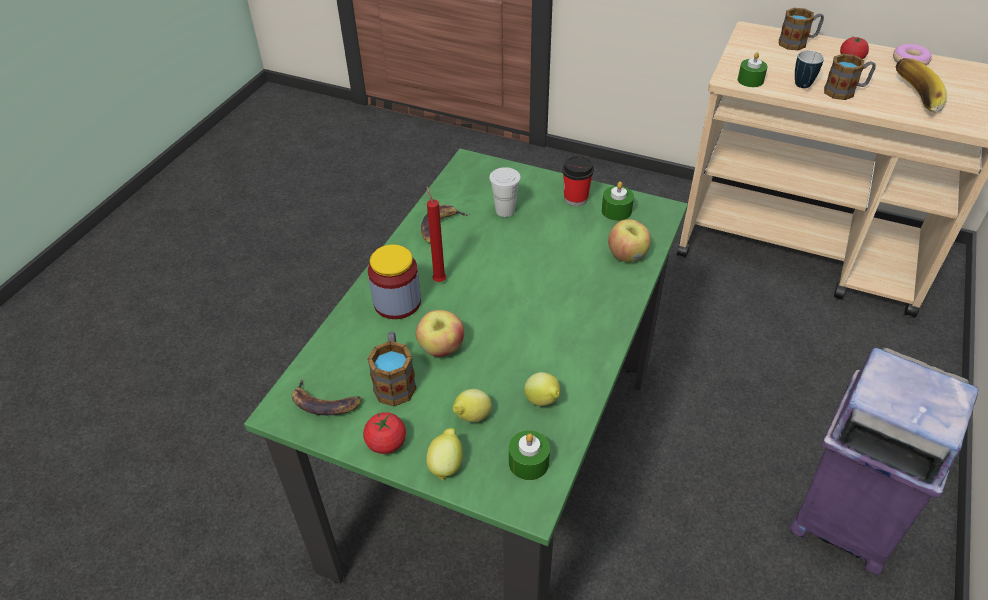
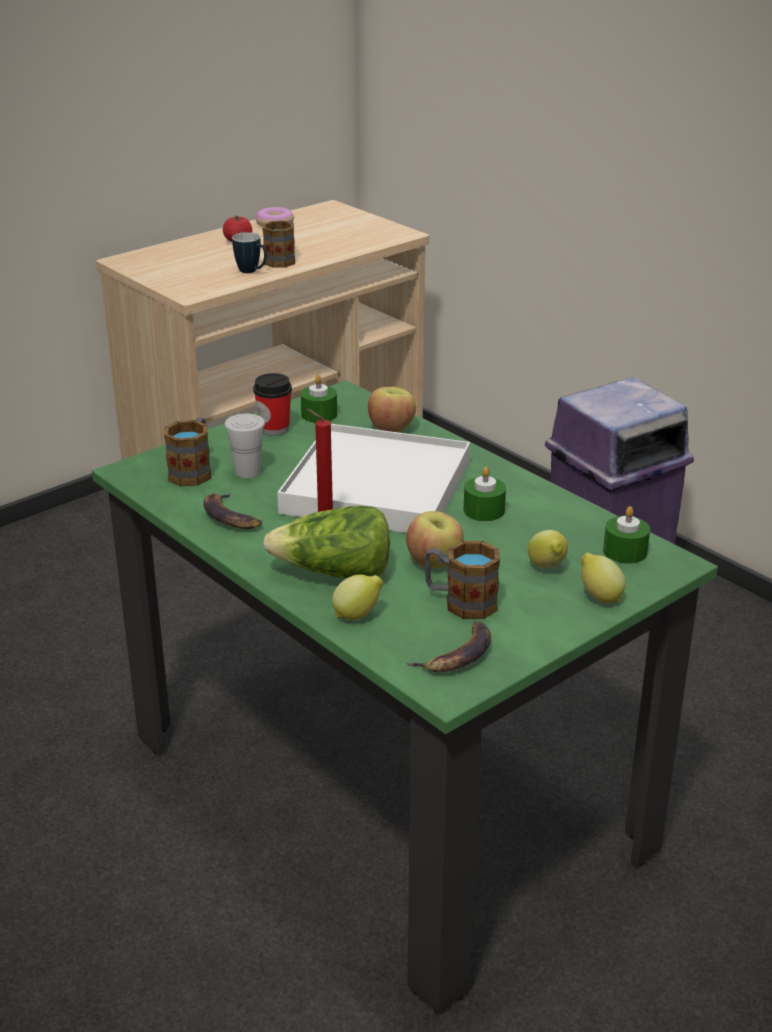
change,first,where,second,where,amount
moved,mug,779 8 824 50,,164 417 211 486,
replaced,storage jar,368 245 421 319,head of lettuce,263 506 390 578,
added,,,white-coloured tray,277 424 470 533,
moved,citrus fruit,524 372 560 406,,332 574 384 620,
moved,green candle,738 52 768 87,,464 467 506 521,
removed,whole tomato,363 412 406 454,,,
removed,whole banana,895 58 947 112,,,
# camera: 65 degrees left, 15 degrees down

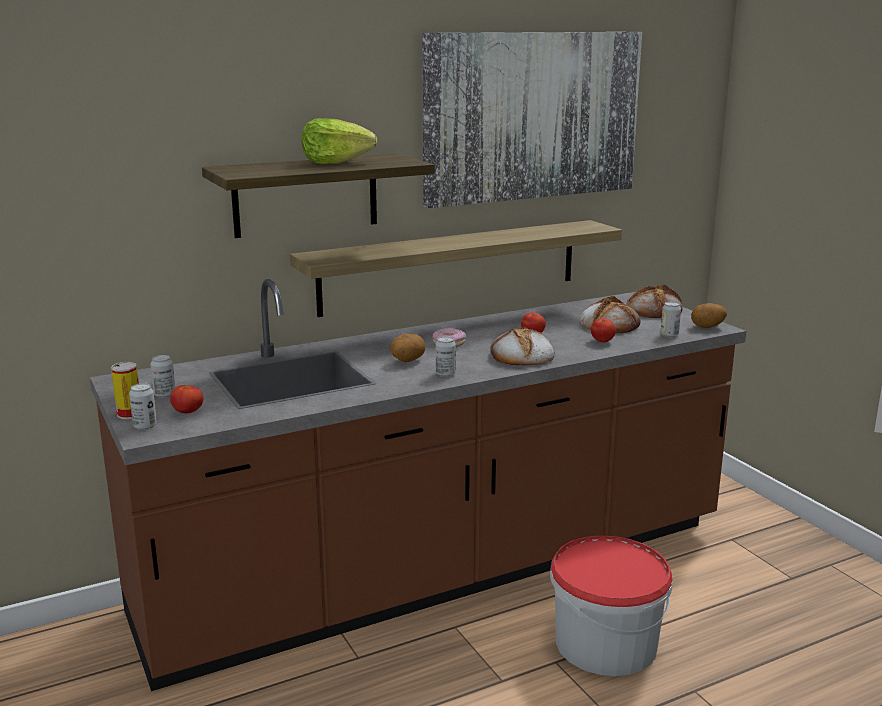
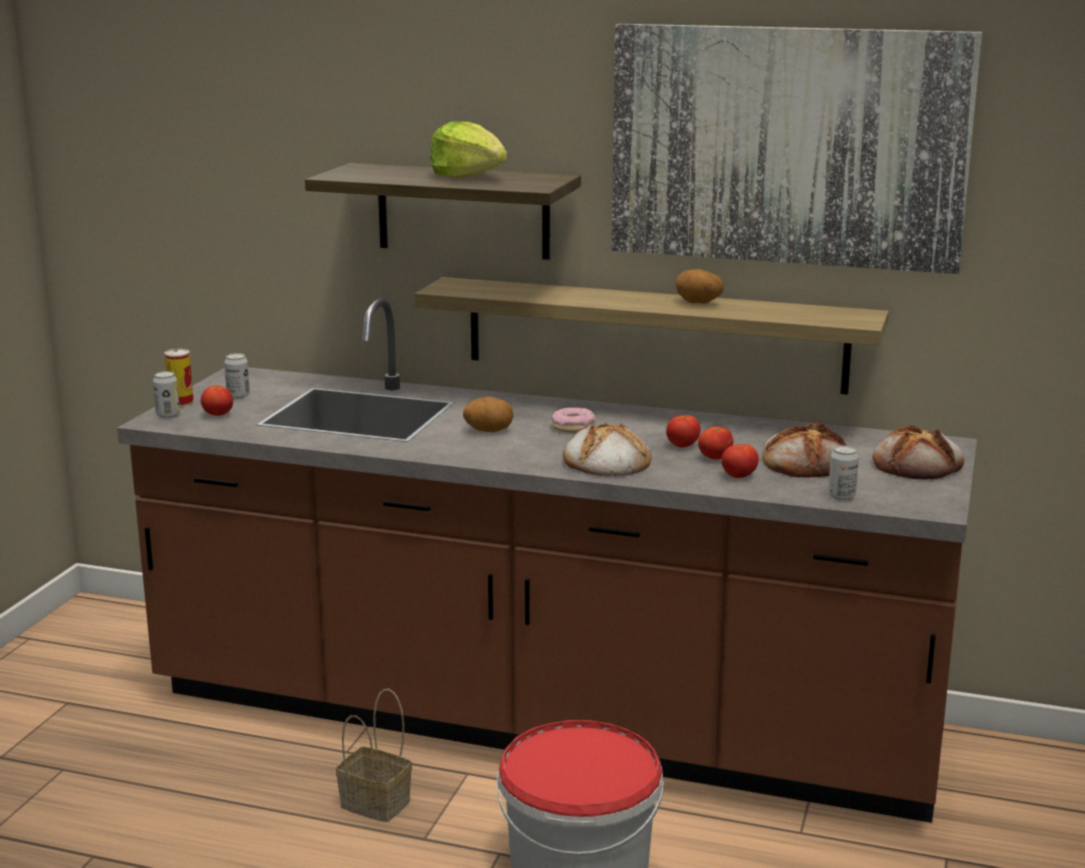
change,first,where,second,where,amount
added,,,household basket,336 689 412 822,
moved,spud,691 303 727 328,,676 269 724 304,
added,,,whole tomato,698 426 733 460,
removed,metal can,435 336 456 377,,,
# camera: 45 degrees right, 0 degrees up

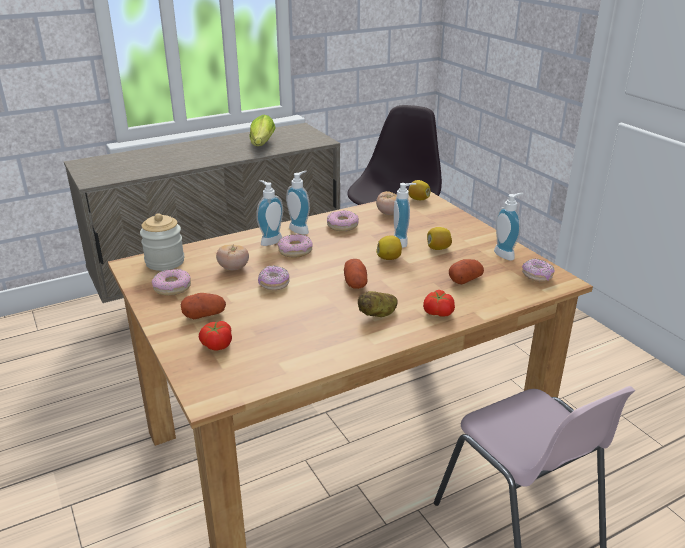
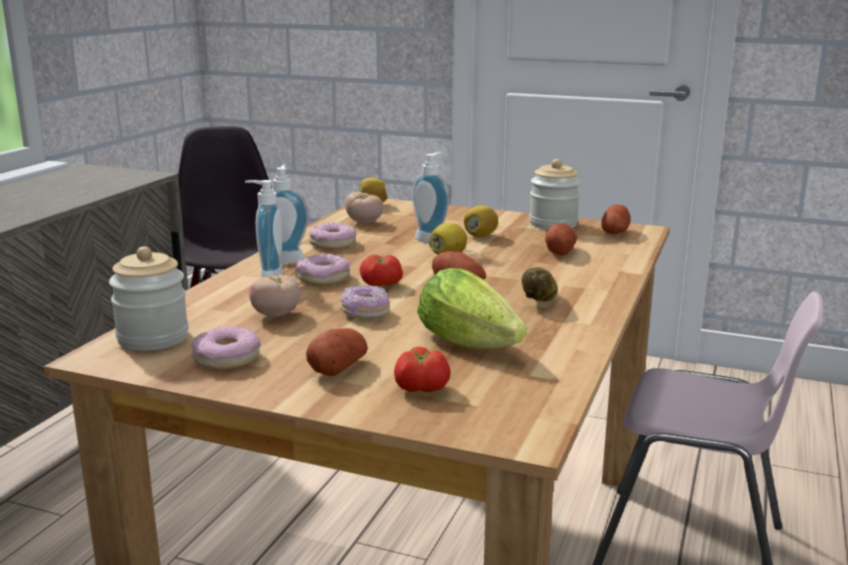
change,first,where,second,where,amount
moved,whole tomato,423 290 455 317,,360 255 403 287,
moved,head of lettuce,249 114 276 146,,417 268 527 350,
replaced,soap dispenser,494 193 523 260,storage jar,529 159 581 230,
replaced,ring doughnut,522 259 555 282,spud,601 205 631 234,
# camera: 40 degrees left, 10 degrees down

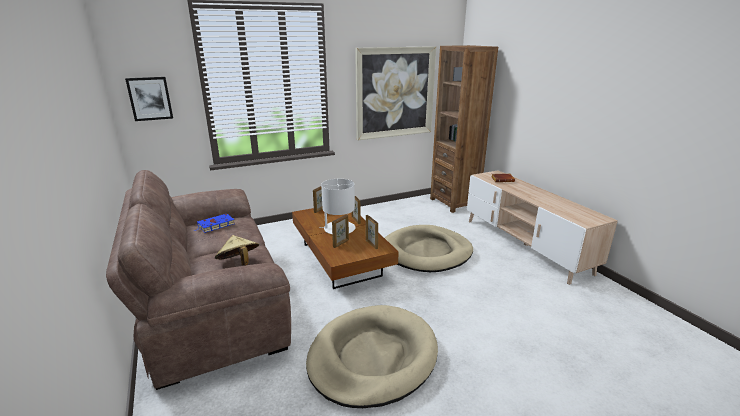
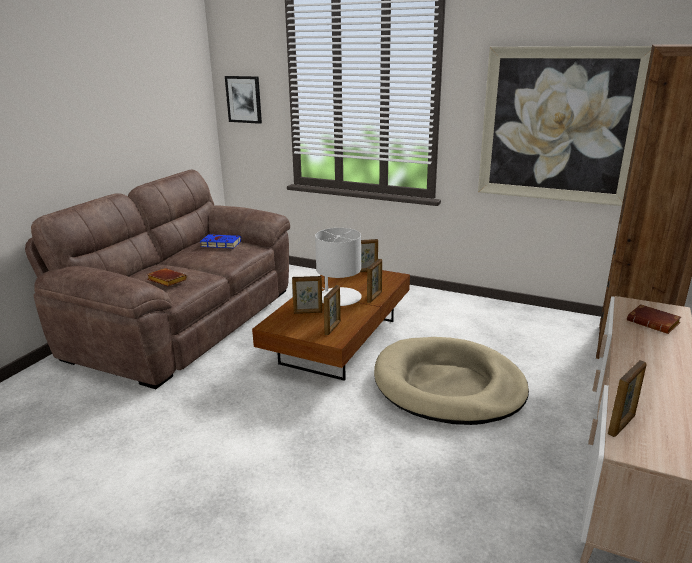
change,first,where,second,where,amount
replaced,beige-coloured wearable hat,215 235 259 266,brown bound book,147 268 187 286,
added,,,standing frame,608 360 646 437,
removed,beige-coloured dog bed,306 305 438 408,,,
# camera: 50 degrees right, 0 degrees up

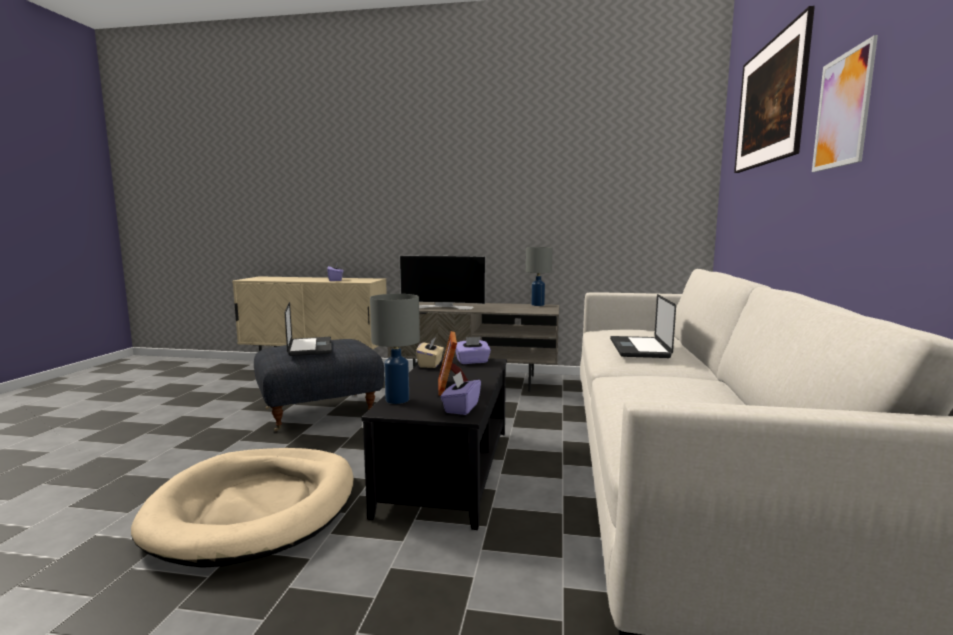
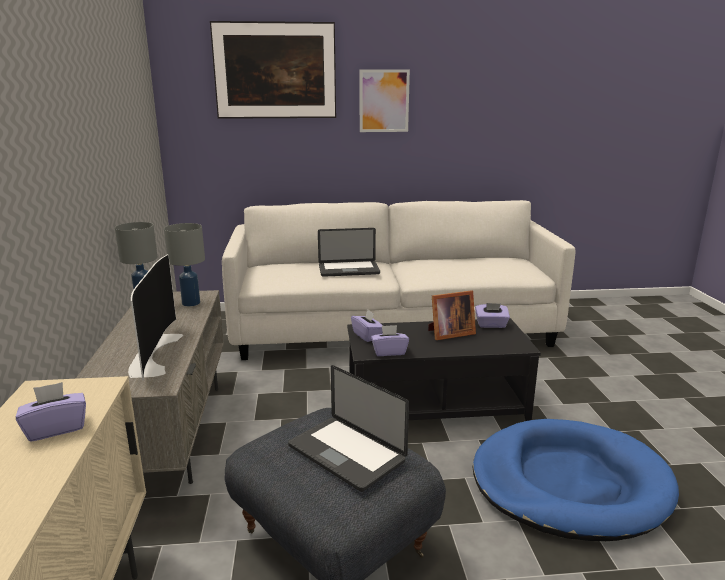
change,first,where,second,where,amount
moved,gray table lamp,370 294 420 404,,164 223 205 306,
turned,laptop,285 302 332 356,,288 365 409 492,105 degrees counterclockwise
recoloured,beige-coloured tissue holder,416 337 444 368,purplish tissue holder,371 325 409 356,
recoloured,beige-coloured dog bed,131 448 354 568,blue-coloured dog bed,473 419 679 541,
# camera: 105 degrees left, 10 degrees up

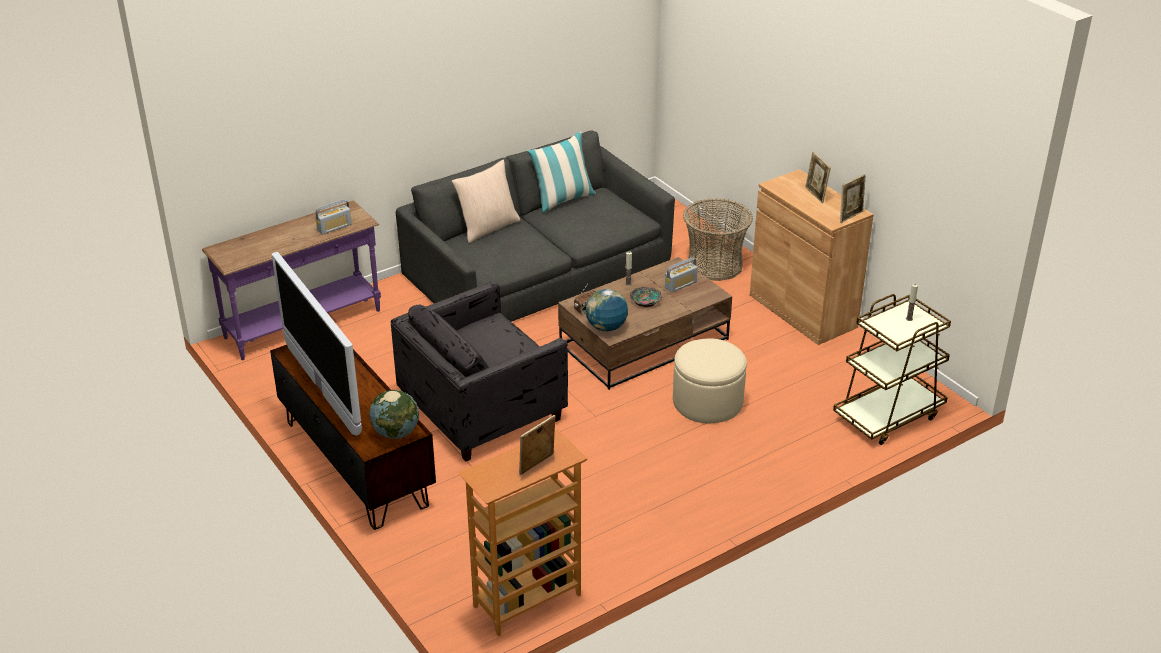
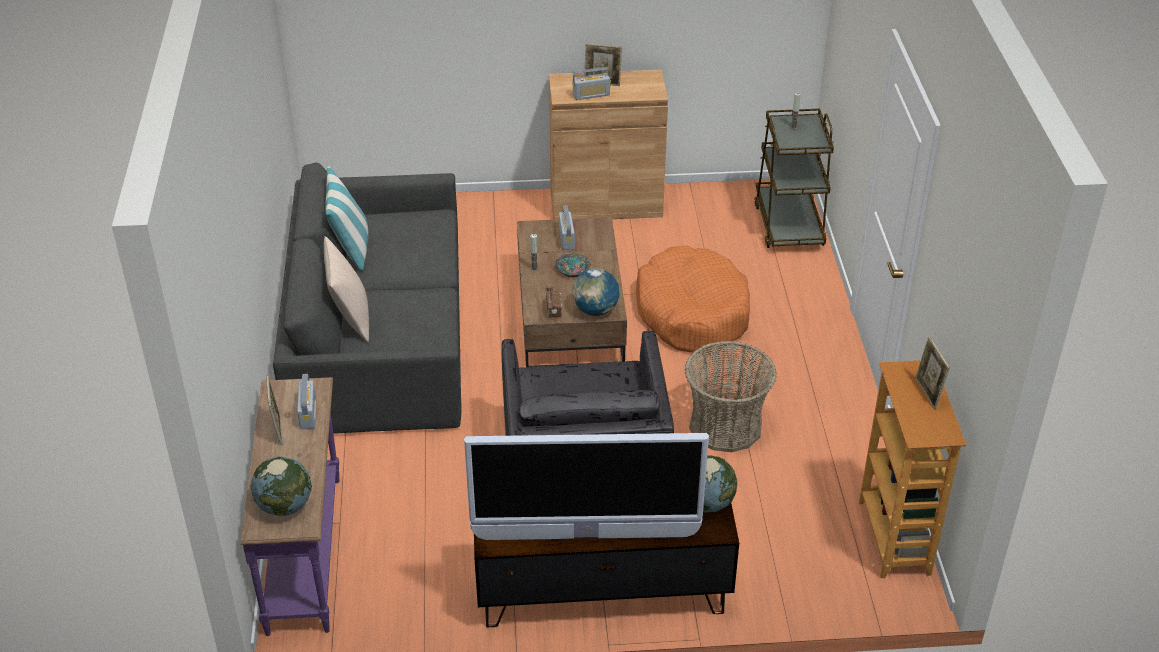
change,first,where,second,where,amount
added,,,world globe,250 456 312 516,
moved,standing frame,840 174 866 223,,266 375 283 446,
added,,,radio,572 67 611 100,
replaced,beige-coloured pouffe,673 339 747 423,orange dog bed,636 246 750 353,
moved,household basket,683 198 753 281,,685 341 777 452,
# camera: 60 degrees left, 5 degrees up

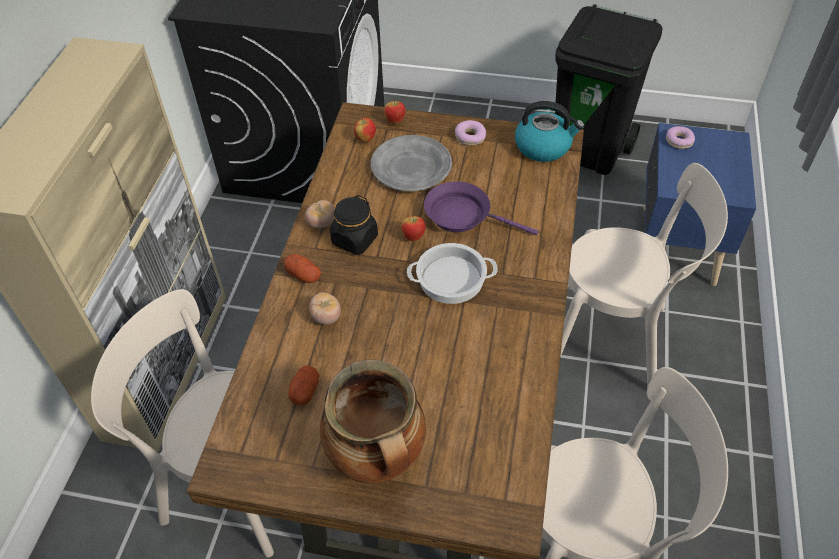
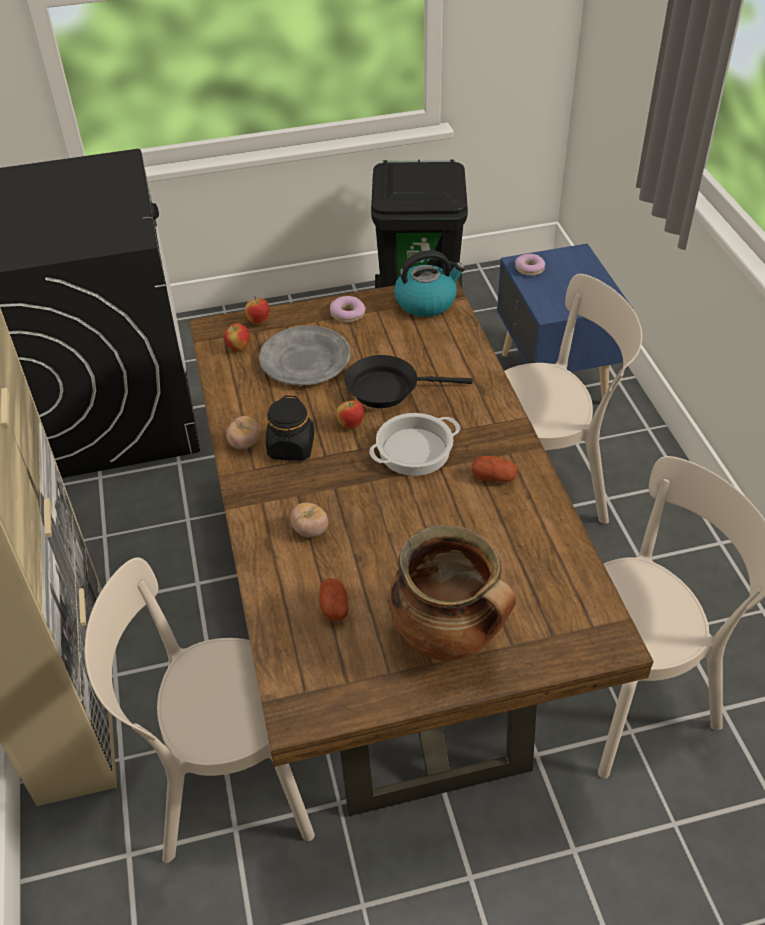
change,first,where,second,where,amount
recoloured,purplish skillet,424 181 538 235,blackish skillet,344 355 473 408,
moved,spud,284 254 321 283,,472 456 518 482,
# camera: 25 degrees left, 5 degrees down

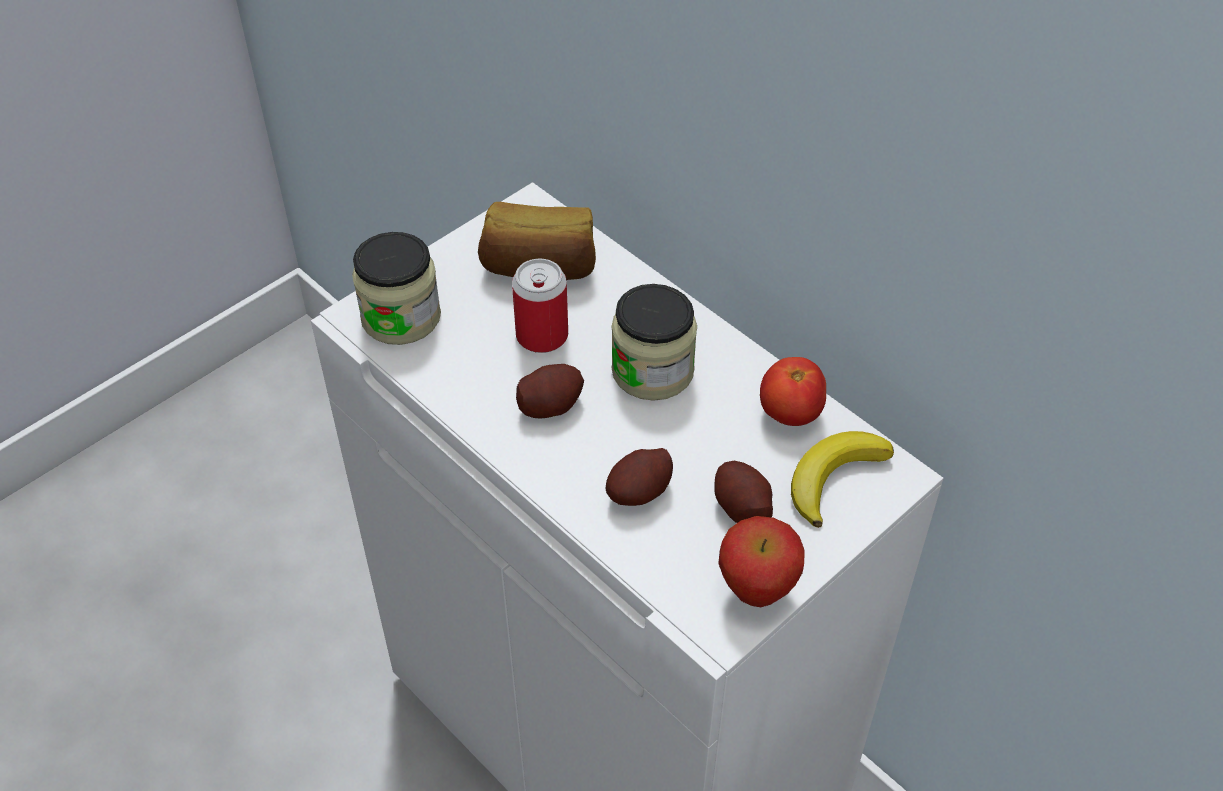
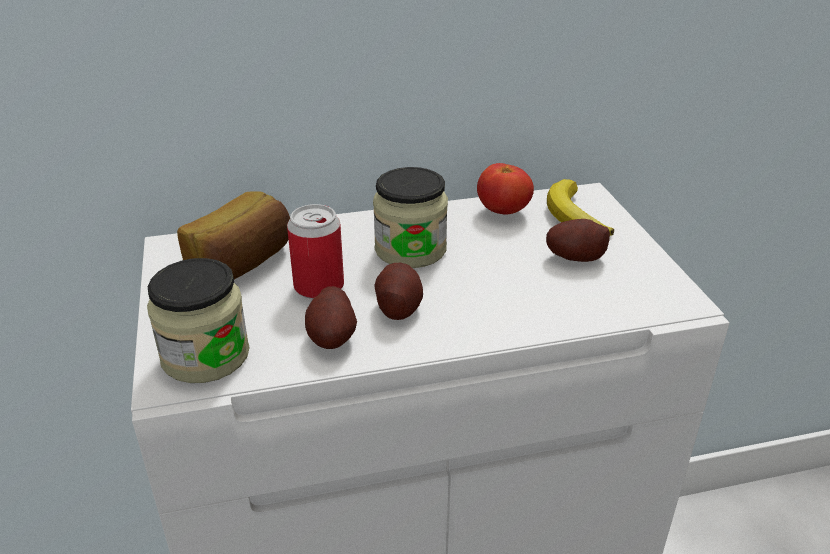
change,first,where,second,where,amount
moved,spud,605 448 673 506,,305 286 357 349,
removed,apple,718 516 805 607,,,
# camera: 60 degrees left, 15 degrees down

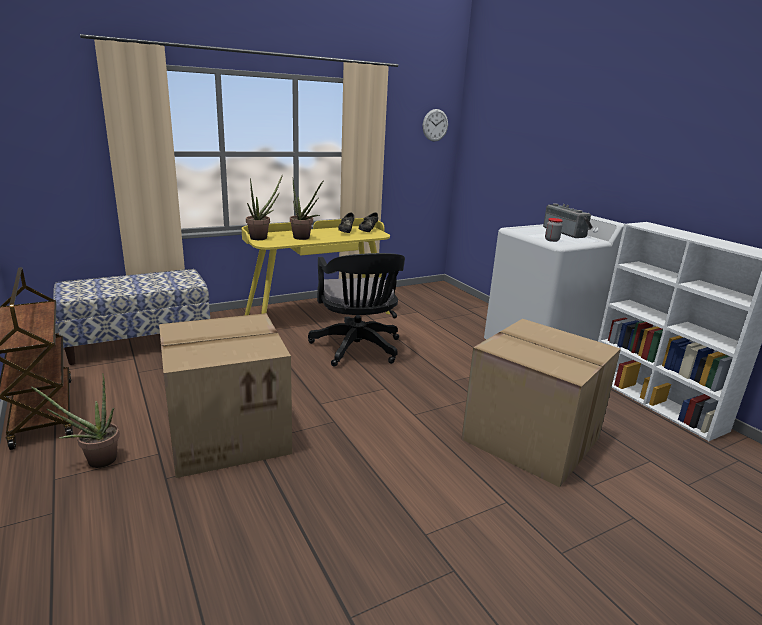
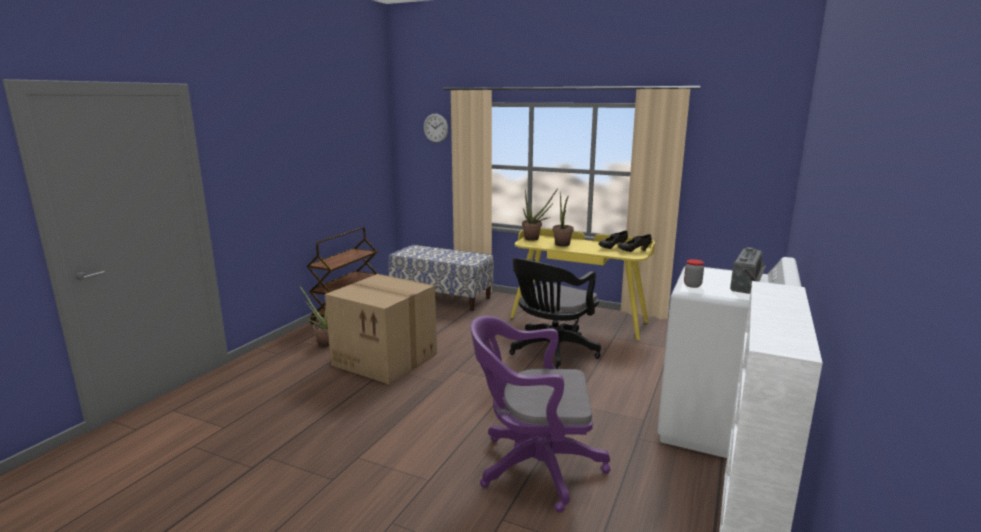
change,first,where,second,where,amount
moved,clock on the wall,423 109 448 141,,424 113 448 143,
replaced,packing box,461 319 621 487,purplish desk chair,470 316 611 513,
# camera: 55 degrees right, 5 degrees down

